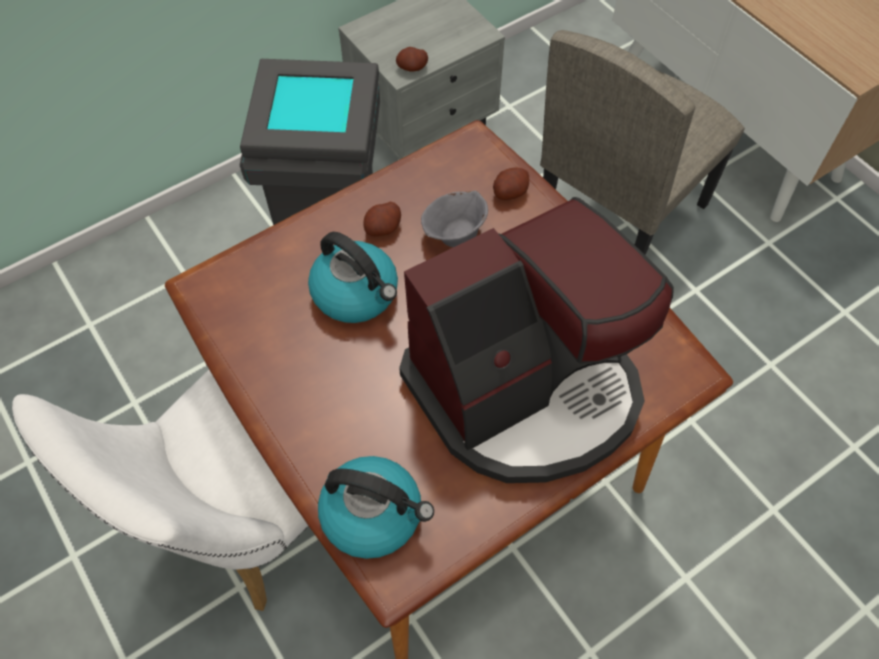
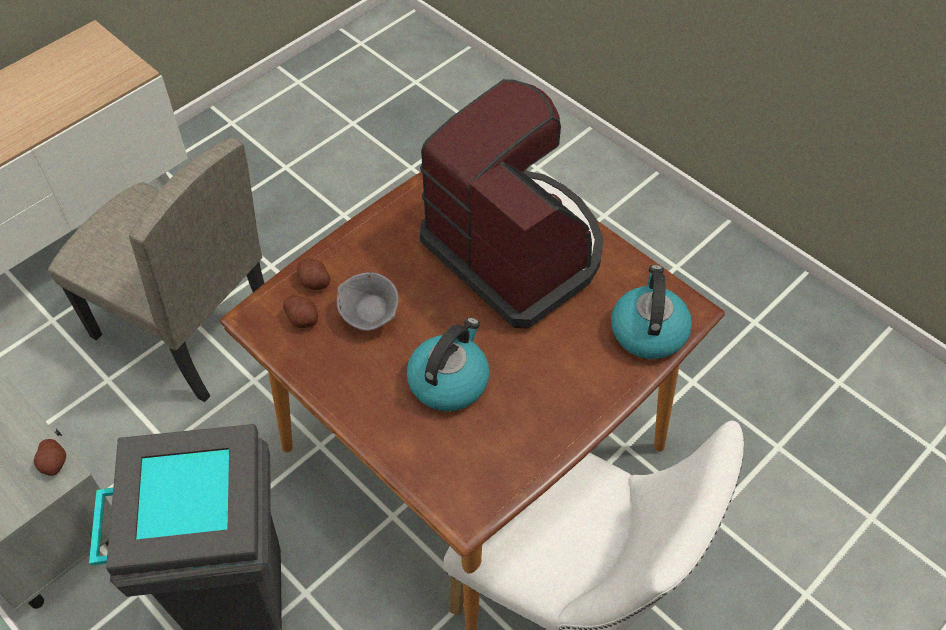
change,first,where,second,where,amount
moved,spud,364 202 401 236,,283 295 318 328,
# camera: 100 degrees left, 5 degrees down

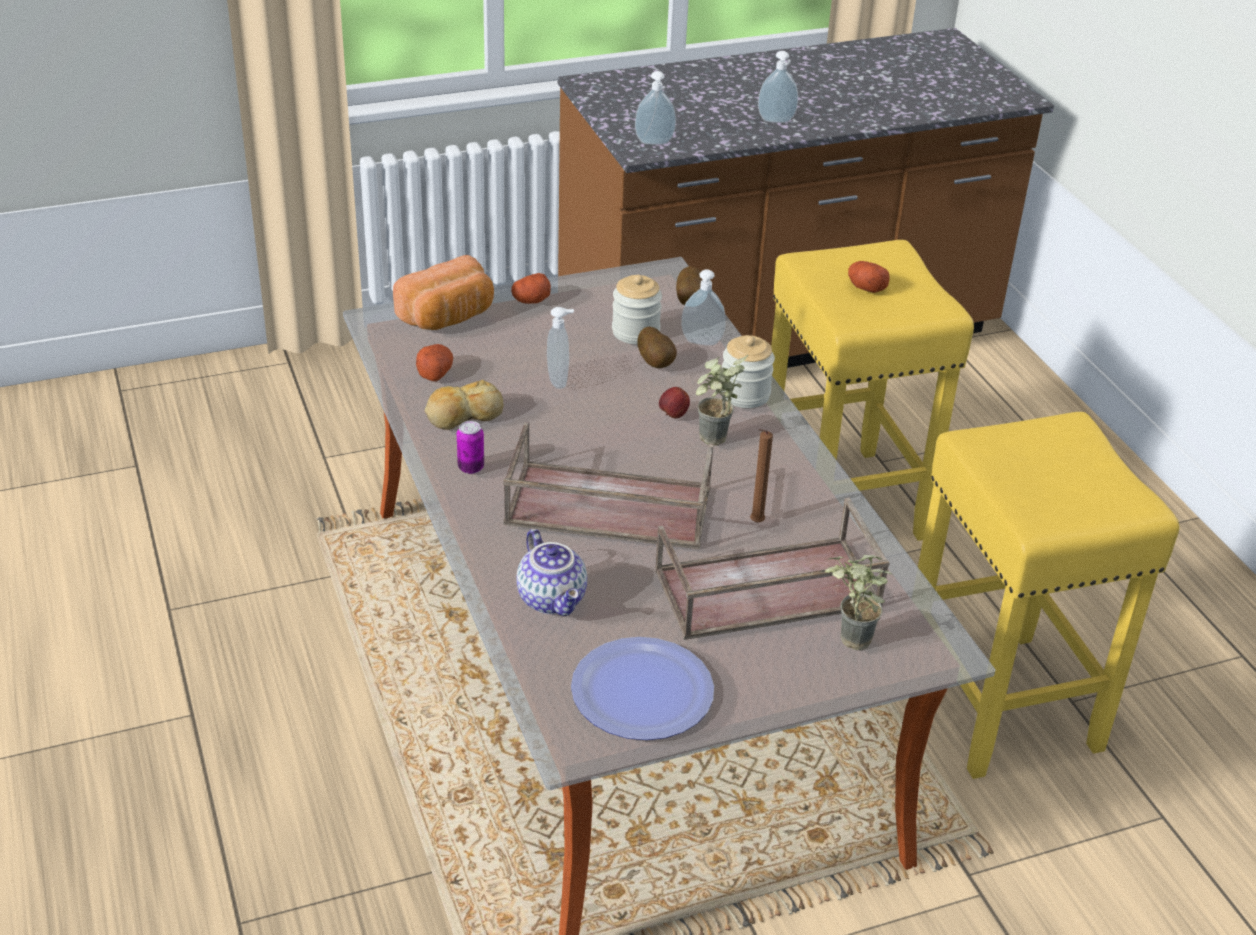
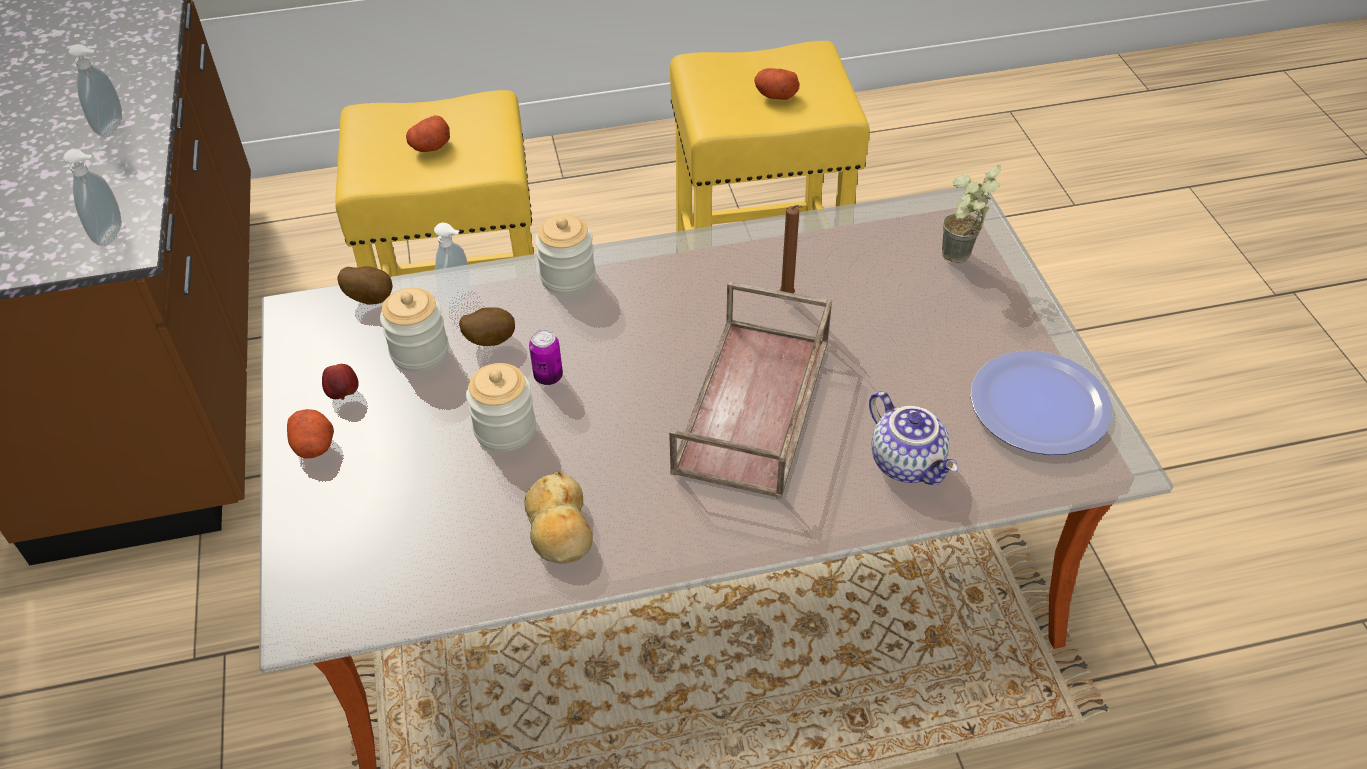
change,first,where,second,where,amount
moved,apple,659 387 690 418,,322 364 359 400,
replaced,soap dispenser,547 307 574 389,storage jar,466 363 536 452,
moved,metal can,457 421 484 474,,529 329 563 385,
moved,spud,416 344 453 381,,754 68 799 100,
turned,tea pot,516 529 587 616,,869 391 958 485,75 degrees clockwise
removed,baked bread,393 255 494 330,,,
removed,brown tray,655 498 890 640,,,
removed,potted plant,696 355 748 446,,,
# camera: 80 degrees left, 10 degrees up

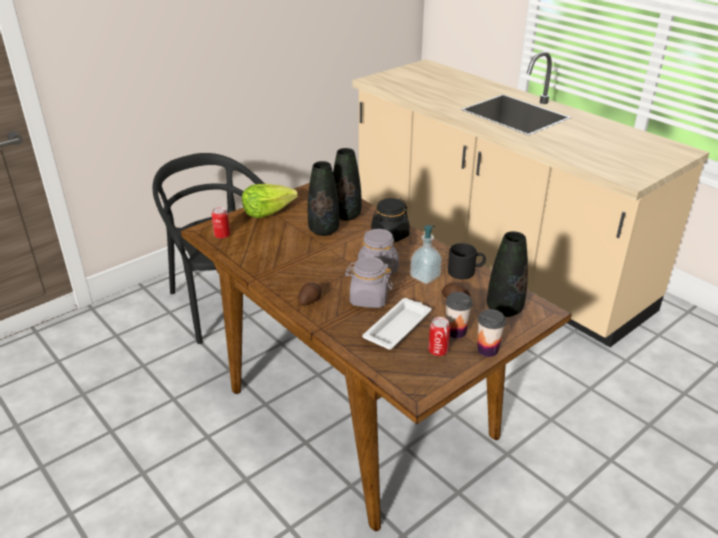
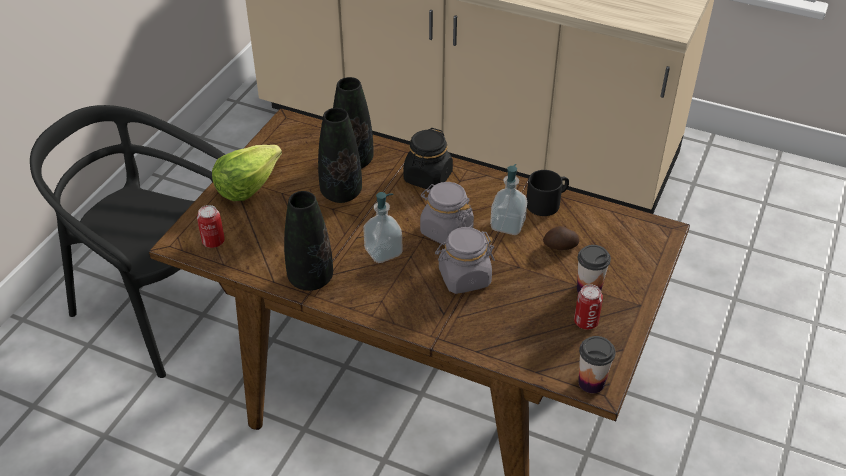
change,first,where,second,where,amount
moved,blackish vase,487 231 528 317,,284 191 333 291,
added,,,soap dispenser,363 192 403 263,
moved,drinking cup,478 309 506 357,,579 336 616 393,
removed,spud,298 283 322 306,,,
removed,white-coloured tray,362 298 431 350,,,
# camera: 25 degrees left, 10 degrees up

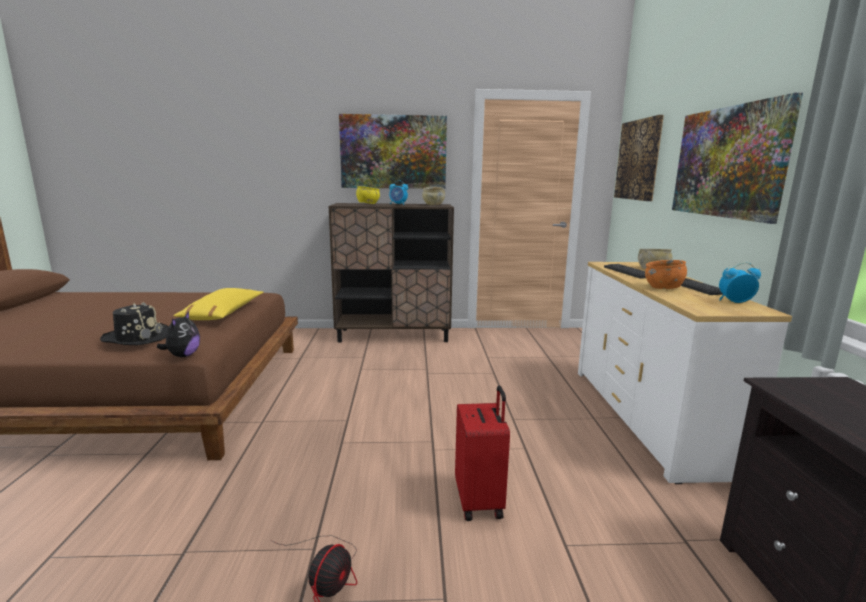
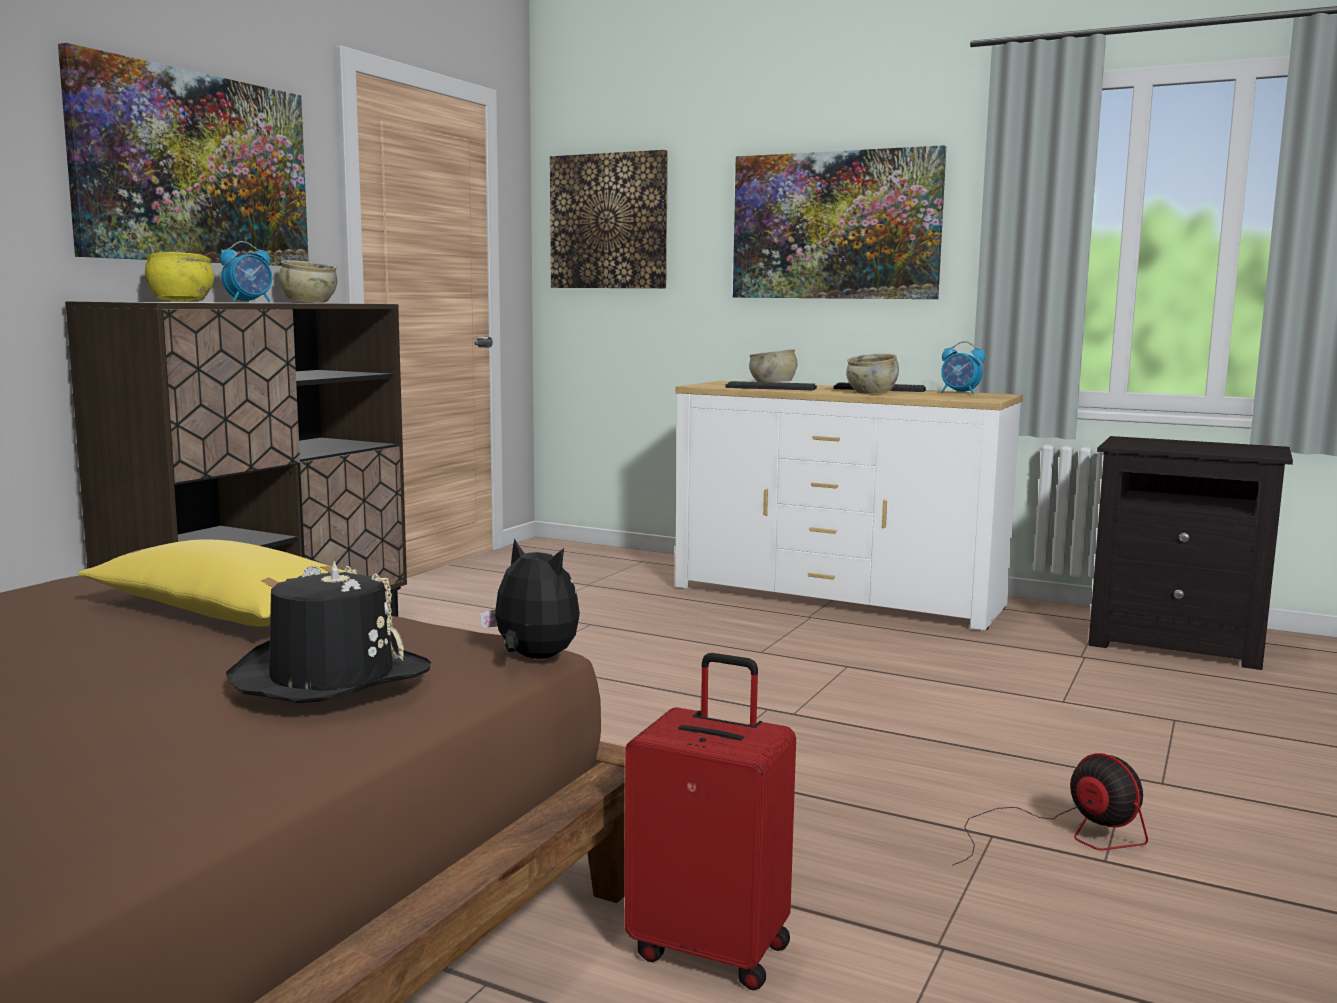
change,first,where,second,where,amount
moved,red suitcase,455 385 510 521,,625 653 796 991,
recoloured,orange serving bowl,645 260 687 289,beige-coloured serving bowl,846 353 899 394,
turned,table clock,719 262 761 303,,941 341 985 394,90 degrees counterclockwise
# camera: 60 degrees left, 5 degrees down

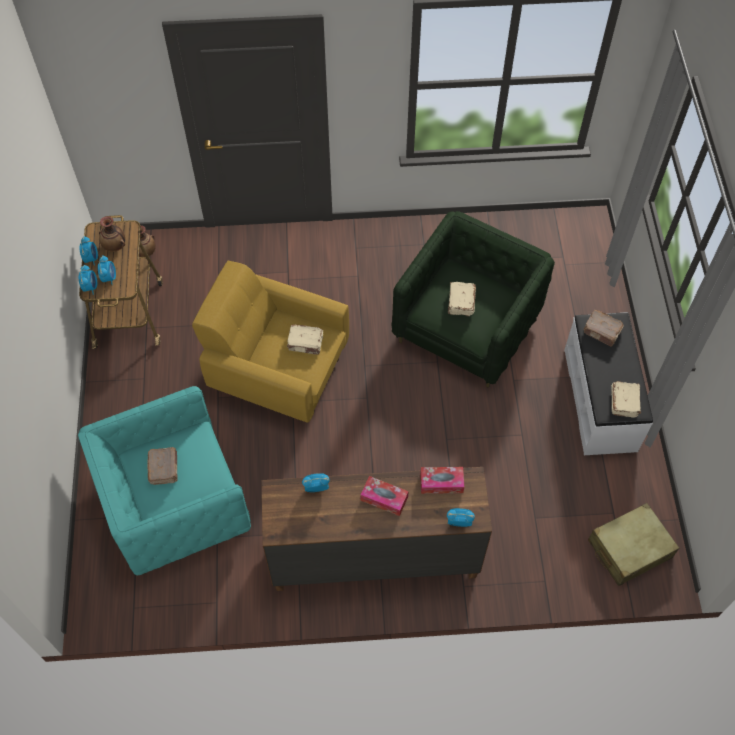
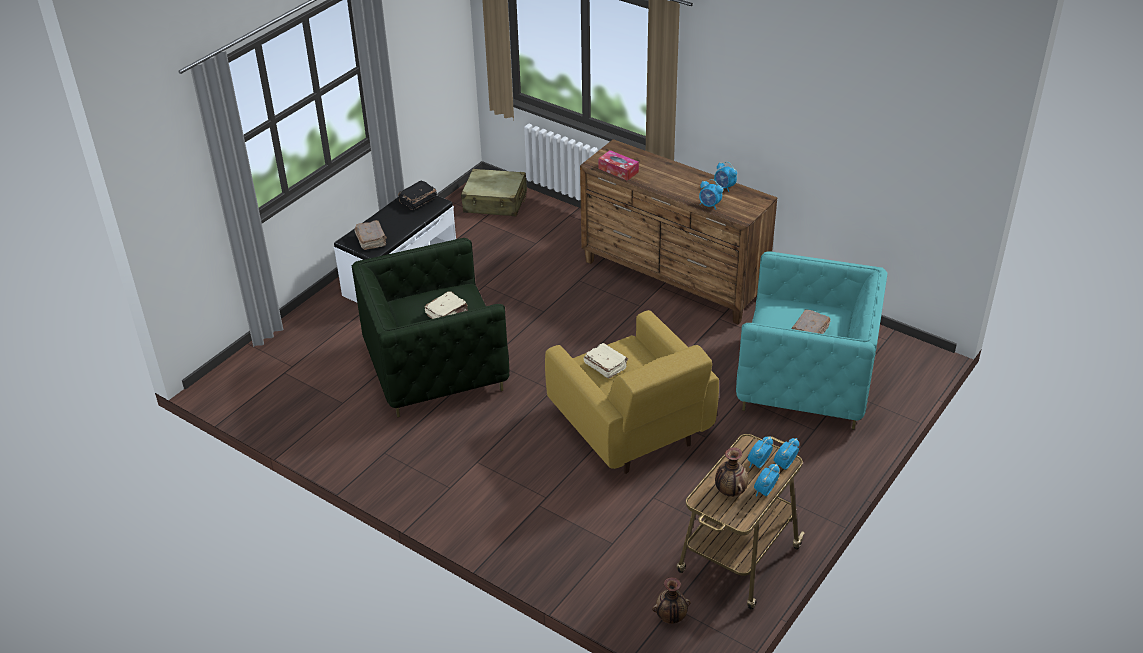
change,first,where,second,where,amount
recoloured,beige-coloured bound book,611 381 641 418,blackish bound book,398 181 437 210,
moved,table clock,447 508 475 527,,714 162 737 192,
removed,tissue holder,360 476 409 516,,,
# camera: 140 degrees left, 20 degrees down

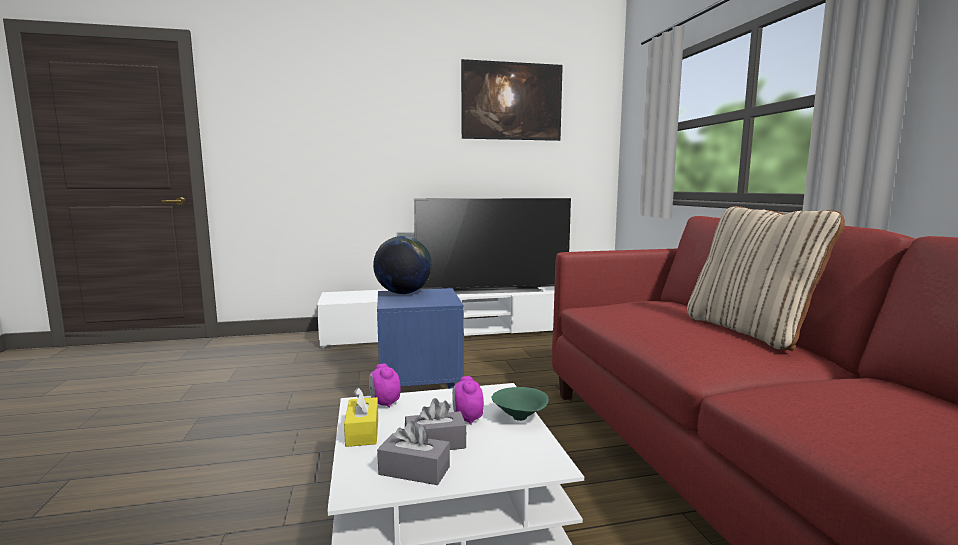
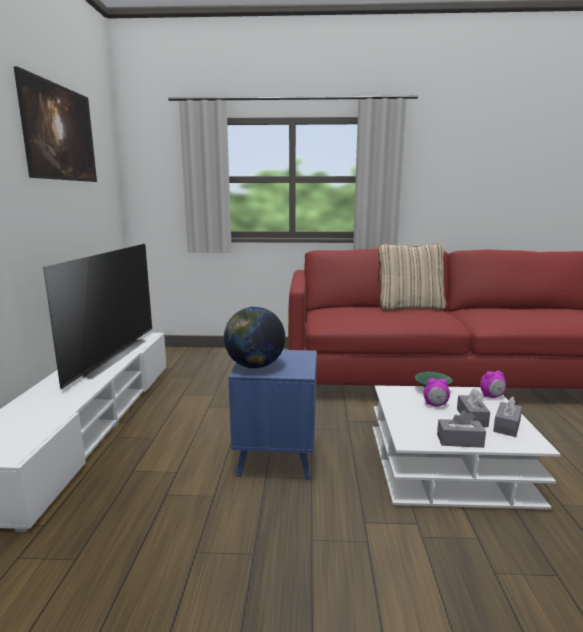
change,first,where,second,where,amount
recoloured,yellow-coloured tissue holder,344 387 378 447,gray tissue holder,437 410 486 448,
moved,table clock,369 364 401 408,,480 371 506 398,
# camera: 75 degrees left, 5 degrees up

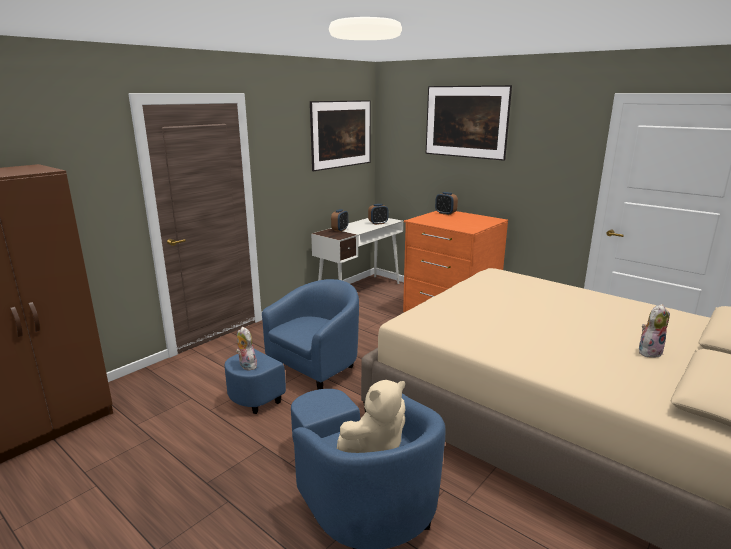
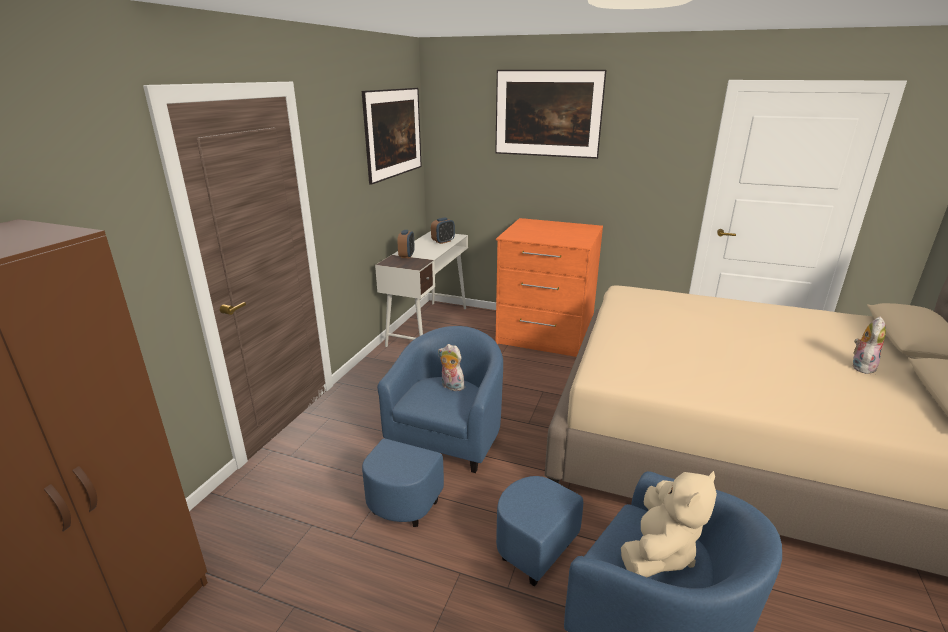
change,first,where,second,where,amount
moved,plush toy,236 327 257 371,,438 344 465 391,
removed,table clock,435 192 458 215,,,
# camera: 20 degrees left, 5 degrees up

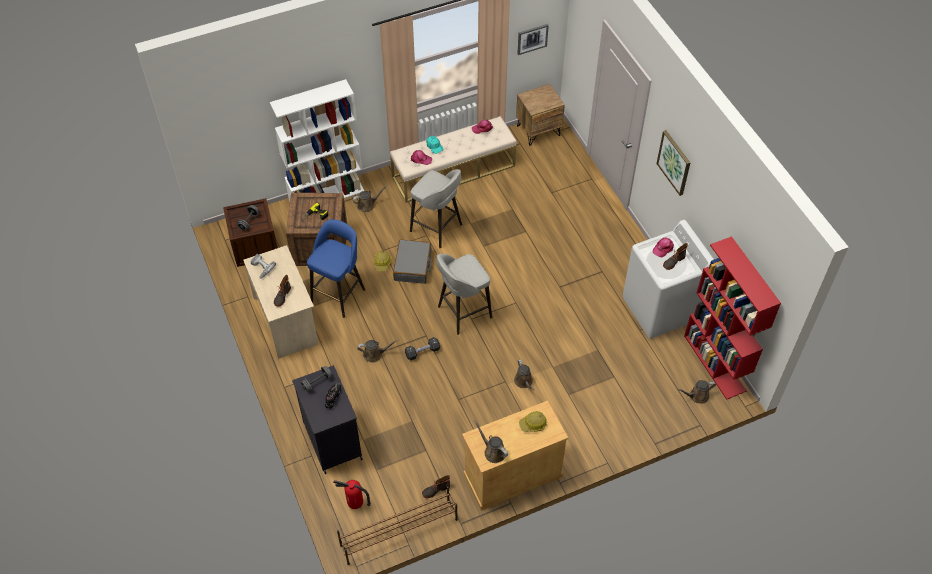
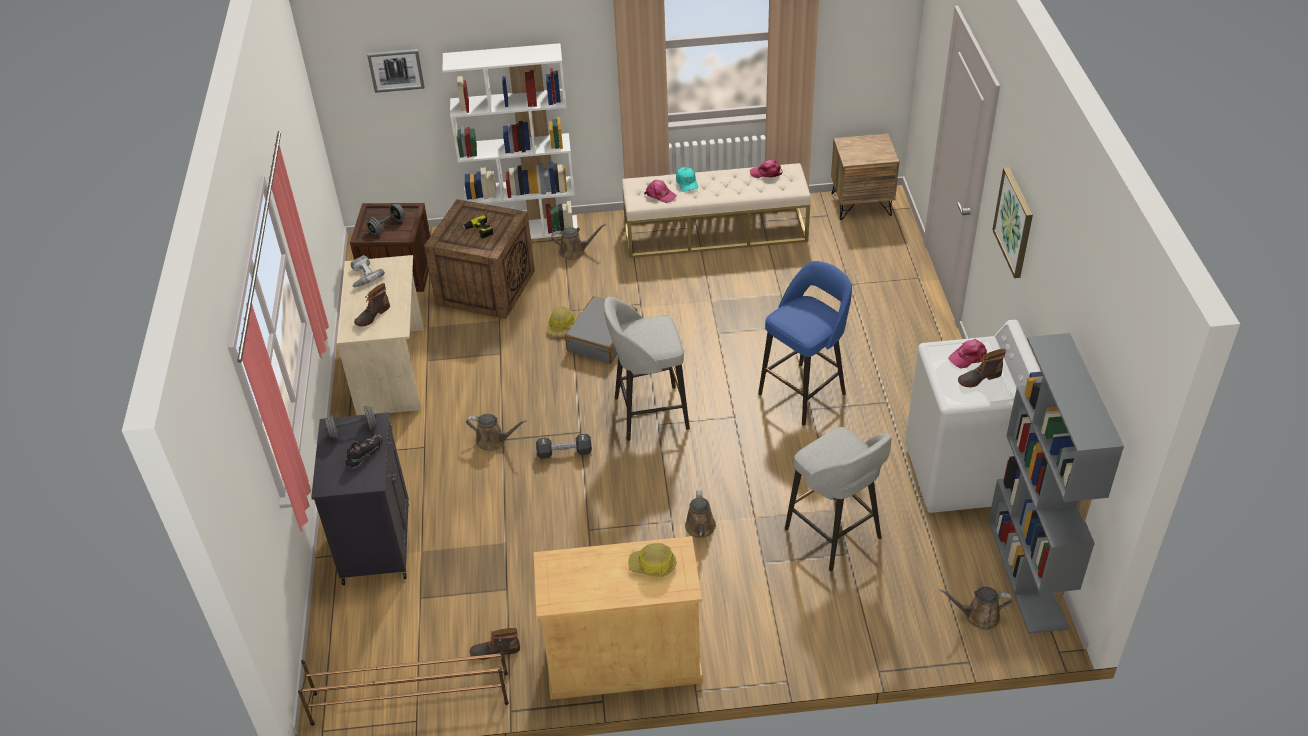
change,first,where,second,where,amount
moved,wall art,517 24 549 55,,367 49 425 93,
moved,blue-coloured stool,307 219 365 318,,758 261 852 426,
moved,gray stool,410 169 462 248,,785 427 892 571,
recoloured,red bookcase,684 236 781 400,gray bookcase,988 333 1124 634,
removed,fire-fighting cylinder,333 480 371 509,,,
removed,brown sprinkling can,474 420 508 463,,,
# camera: 20 degrees right, 10 degrees down

